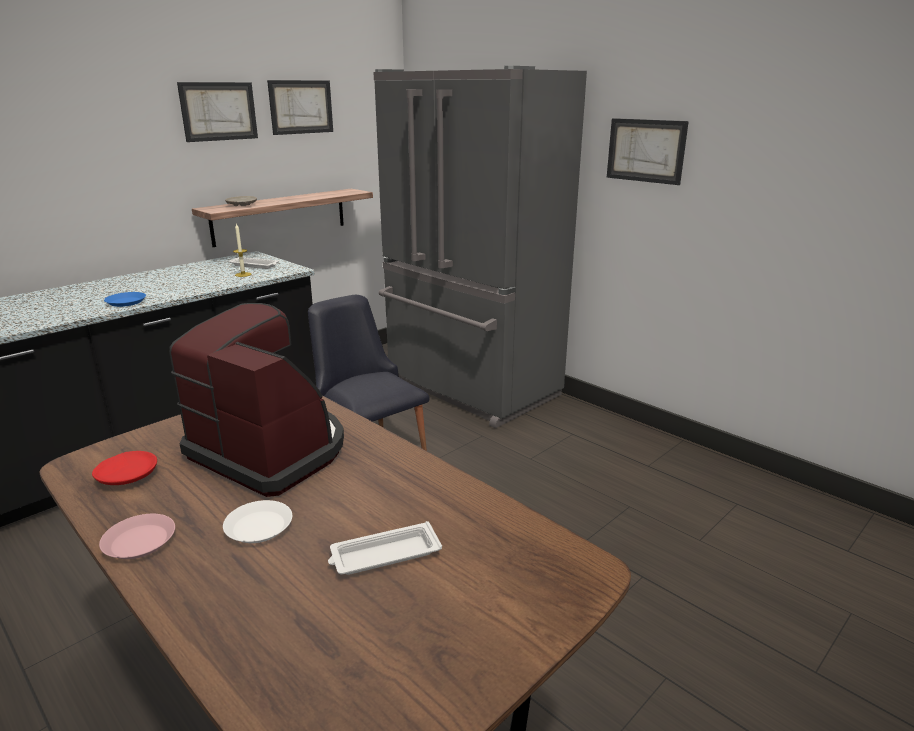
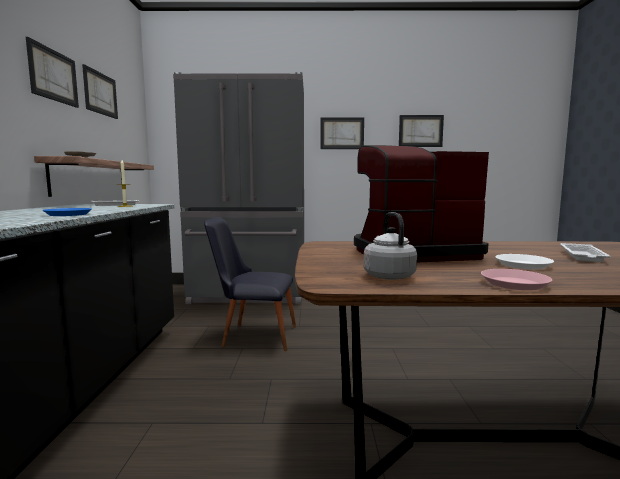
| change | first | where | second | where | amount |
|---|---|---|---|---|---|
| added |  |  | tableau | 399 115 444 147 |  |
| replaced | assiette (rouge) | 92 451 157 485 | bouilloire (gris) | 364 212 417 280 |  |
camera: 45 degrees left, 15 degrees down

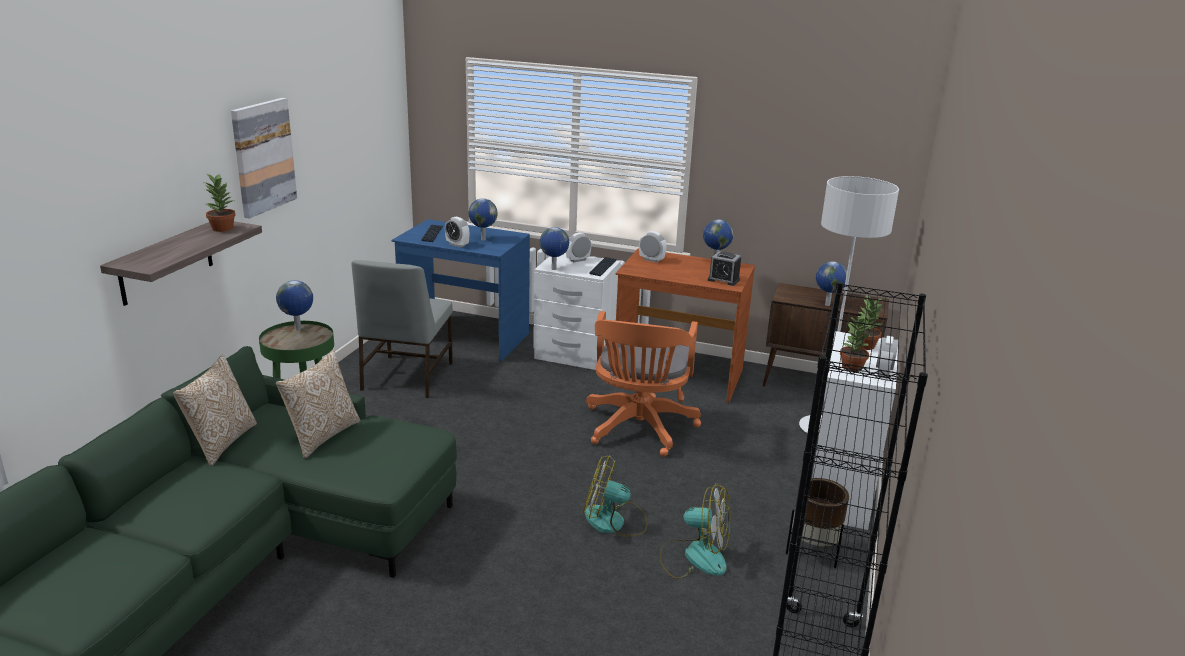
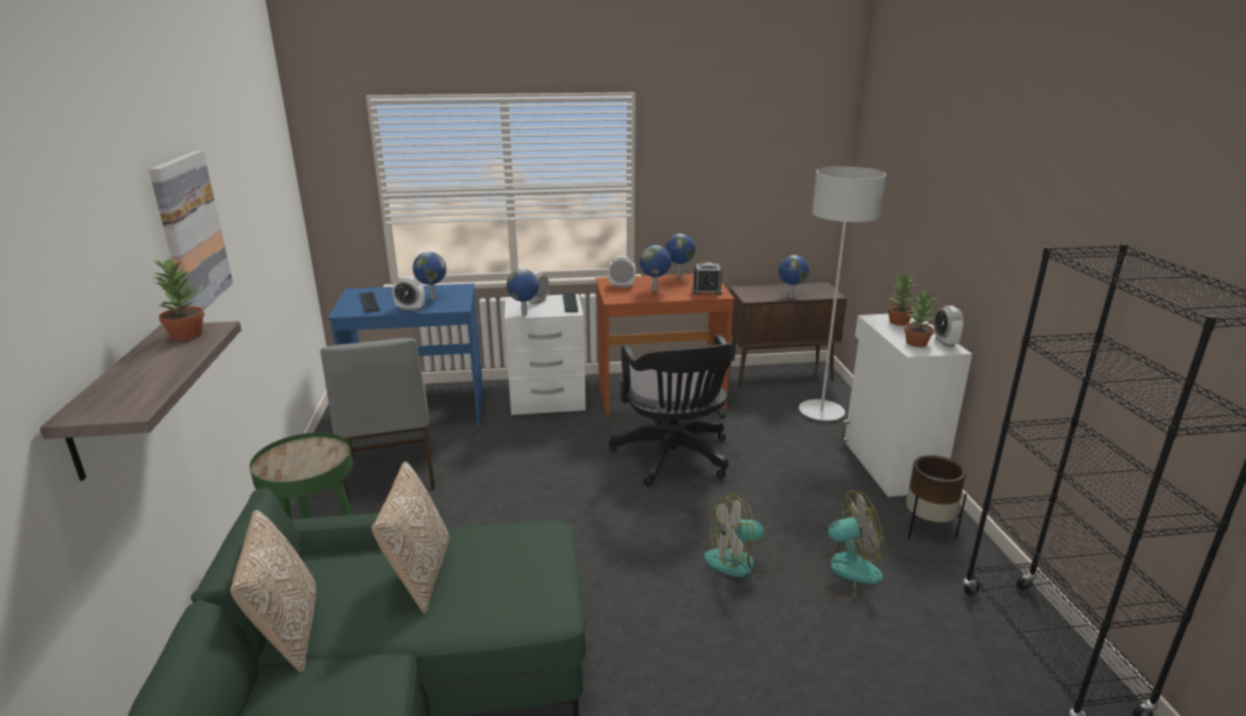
| change | first | where | second | where | amount |
|---|---|---|---|---|---|
| moved | globe | 276 280 313 330 |  | 640 245 671 291 |  |
| recoloured | chaise de bureau (orange) | 586 311 701 457 | chaise de bureau (noir) | 609 335 737 486 |  |
camera: 25 degrees left, 0 degrees up

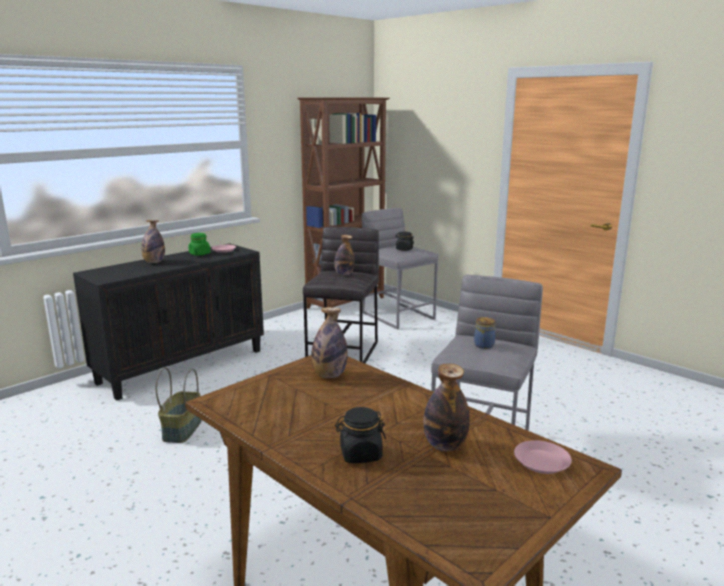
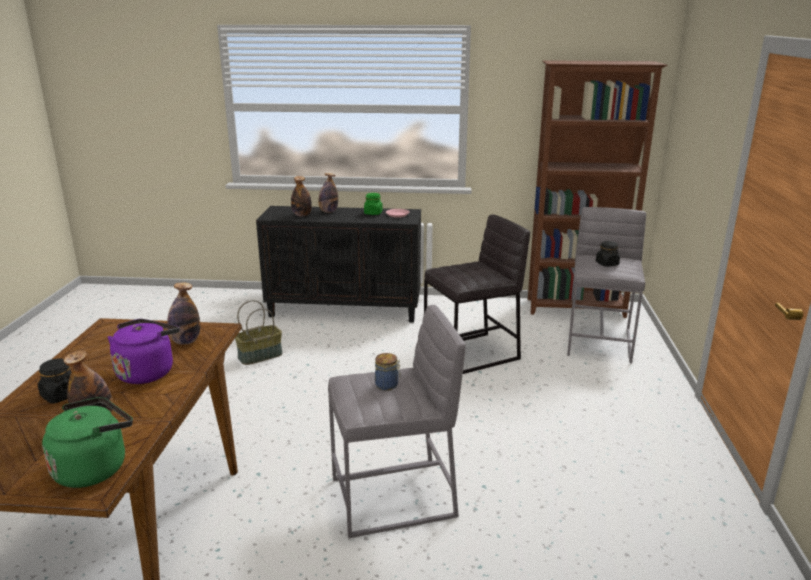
| change | first | where | second | where | amount |
|---|---|---|---|---|---|
| added |  |  | bouilloire (violet) | 108 319 180 384 |  |
| moved | bouteille | 334 235 355 275 |  | 291 176 312 217 |  |
| replaced | assiette (rose) | 514 440 572 474 | bouilloire (vert) | 42 397 133 488 |  |
camera: 50 degrees right, 5 degrees up

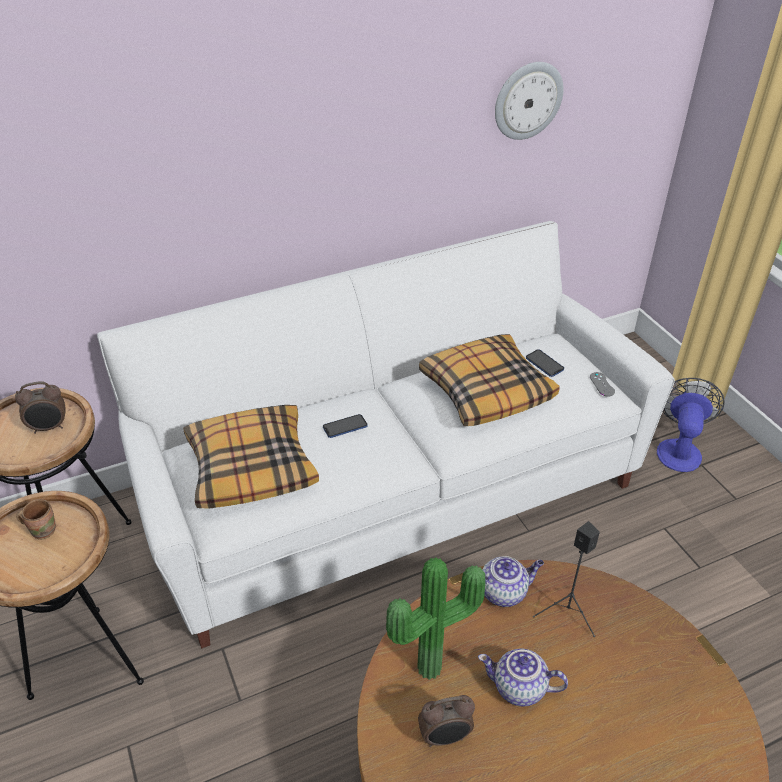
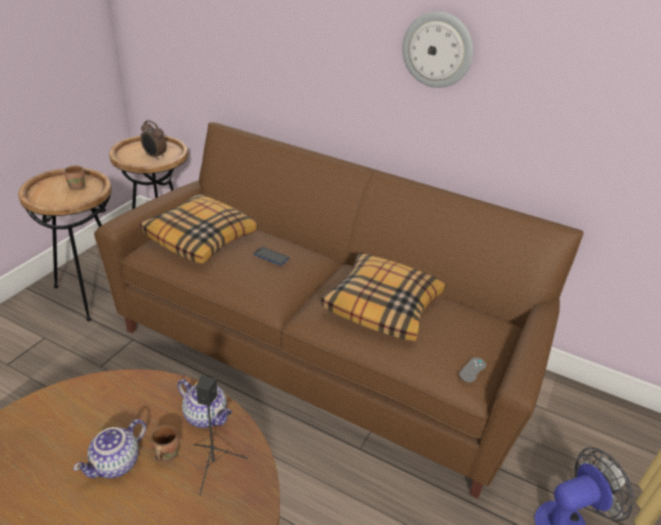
| change | first | where | second | where | amount |
|---|---|---|---|---|---|
| removed | plante en pot | 386 557 486 680 |  |  |  |
| removed | réveil | 418 695 475 747 |  |  |  |
| removed | téléphone | 526 349 564 377 |  |  |  |
| added |  |  | mug (marron) | 151 425 179 462 |  |
| moved | horloge murale | 495 62 564 140 |  | 402 11 473 88 |  |
| recoloured | canapé (blanc) | 97 221 675 648 | canapé (marron) | 94 122 583 499 |  |
| turned | théière | 478 648 568 706 |  | 73 419 146 478 | 120 degrees counterclockwise |
camera: 50 degrees right, 5 degrees down

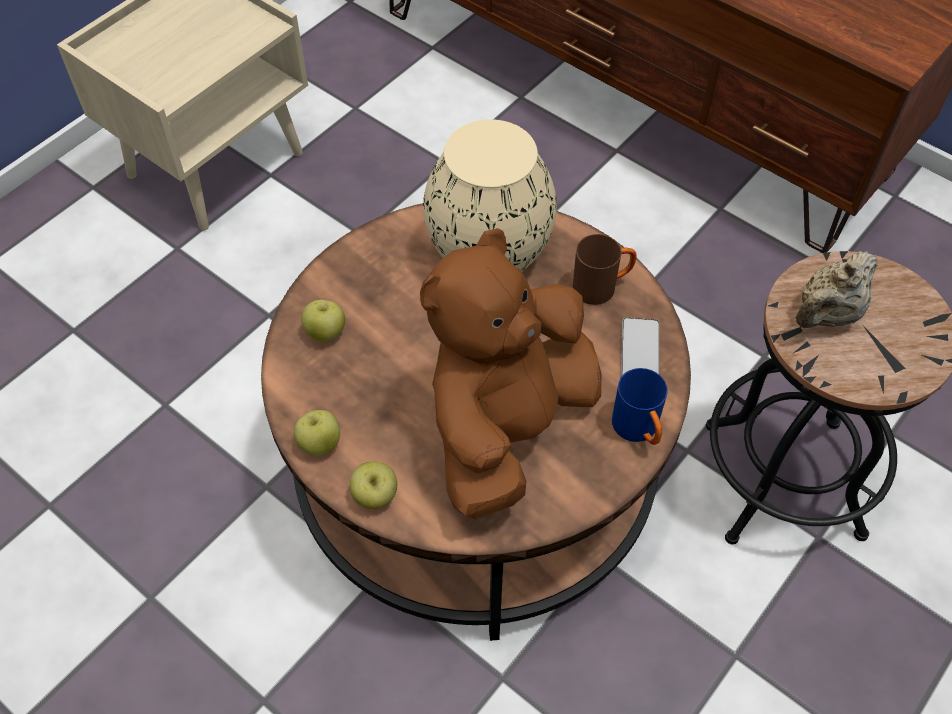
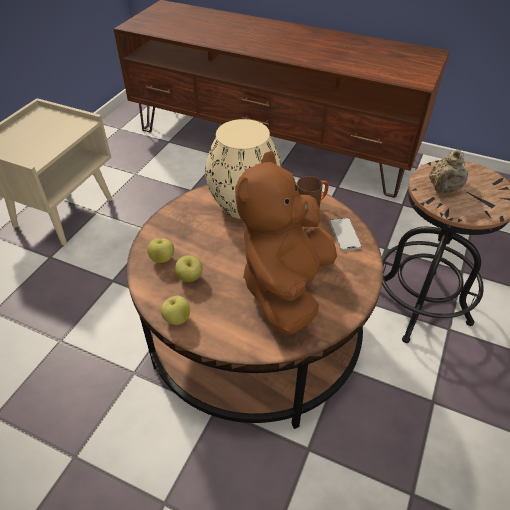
| change | first | where | second | where | amount |
|---|---|---|---|---|---|
| removed | mug (bleu) | 612 368 668 445 |  |  |  |
| moved | pomme | 350 462 397 509 |  | 175 255 202 282 |  |
camera: 15 degrees left, 10 degrees down

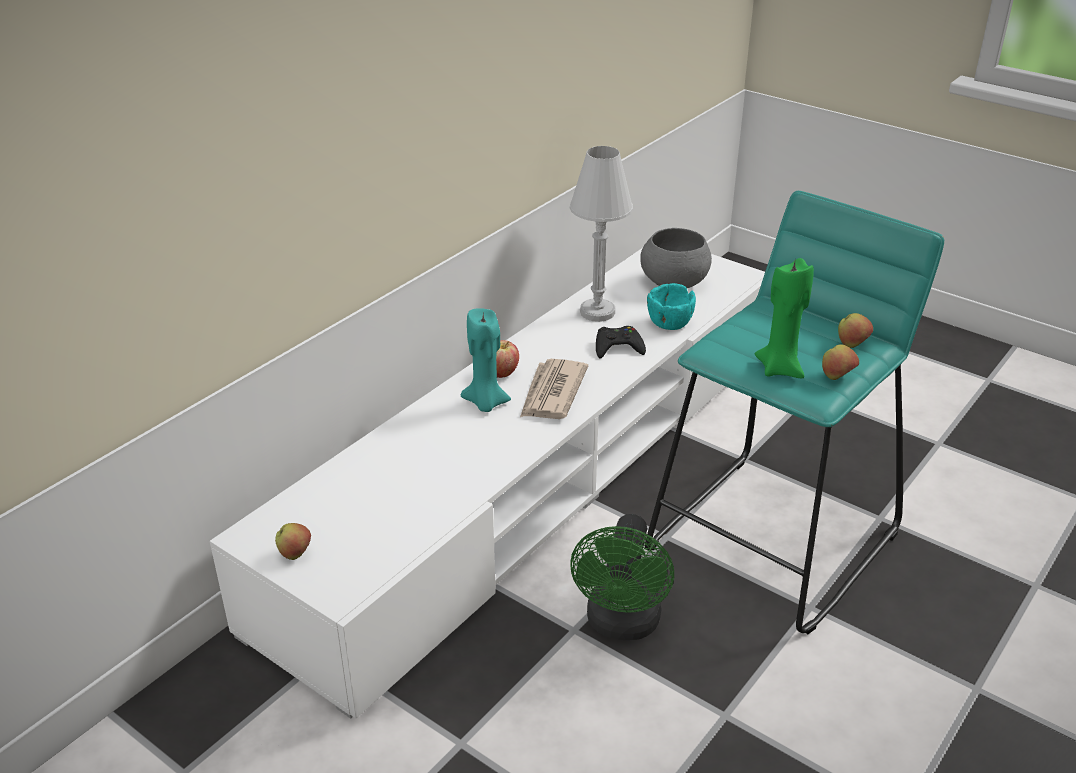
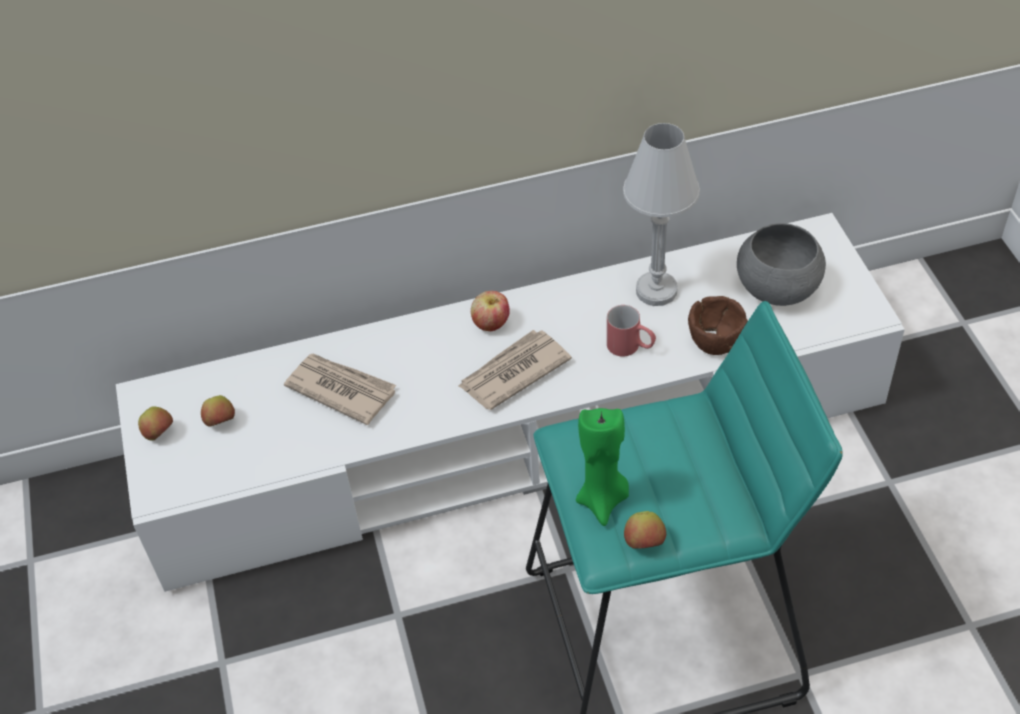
| change | first | where | second | where | amount |
|---|---|---|---|---|---|
| removed | bougie (turquoise) | 461 308 511 412 |  |  |  |
| removed | ventilateur (vert) | 570 514 674 640 |  |  |  |
| added |  |  | journal | 284 353 397 425 |  |
| moved | pomme | 838 313 873 348 |  | 201 395 235 427 |  |
| replaced | manette (noir) | 596 326 646 359 | mug (rouge) | 607 305 656 357 |  |
| recoloured | bol (turquoise) | 647 283 696 330 | bol (marron) | 688 296 748 355 |  |
camera: 40 degrees right, 15 degrees up

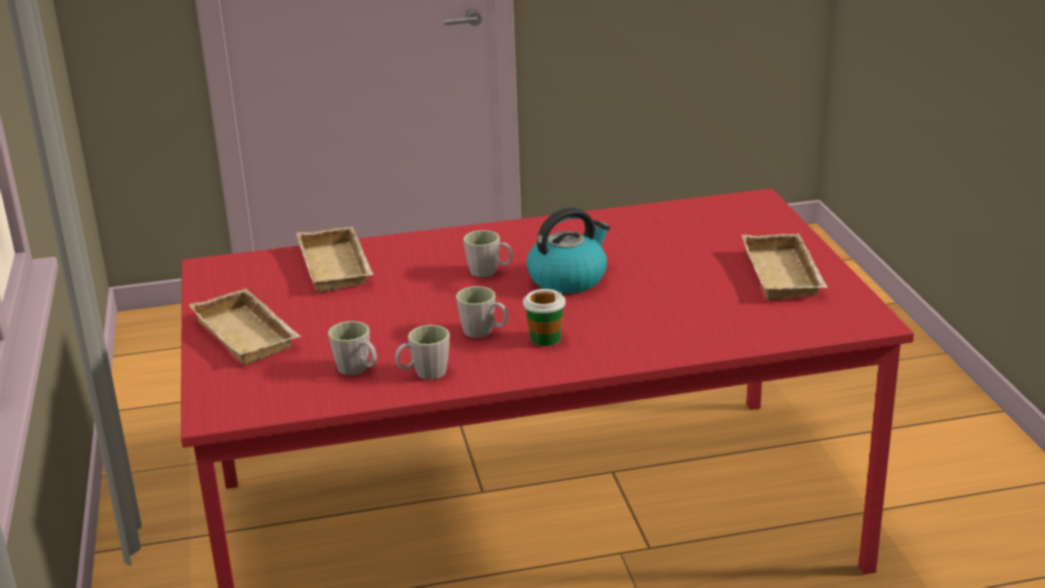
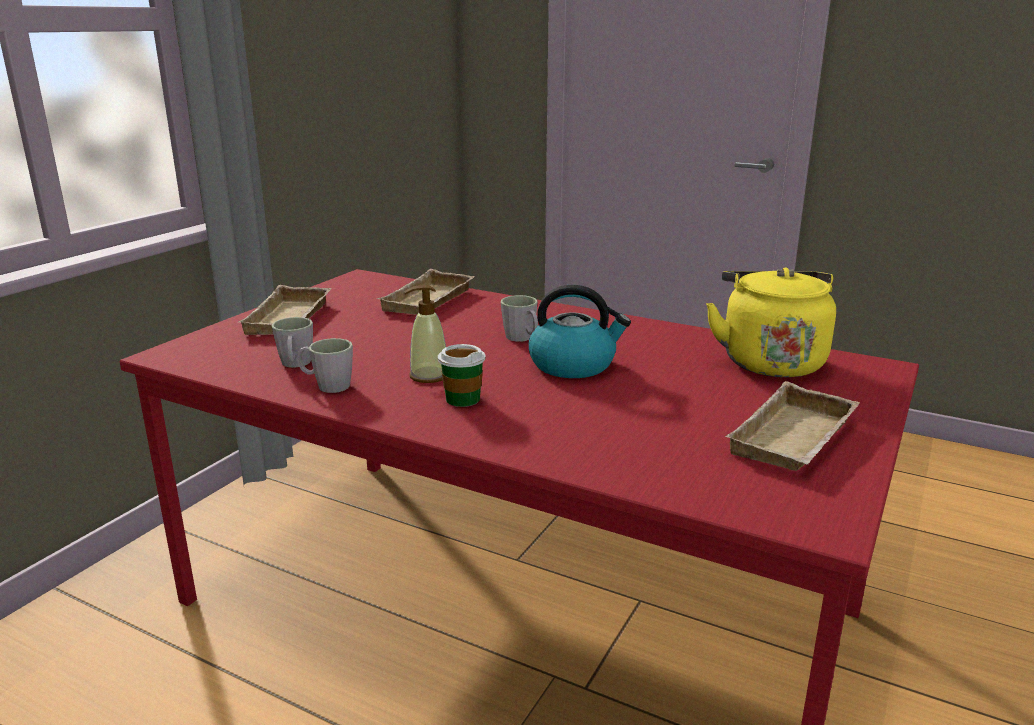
| change | first | where | second | where | amount |
|---|---|---|---|---|---|
| added |  |  | bouilloire (jaune) | 706 268 836 377 |  |
| replaced | mug (gris) | 456 286 508 338 | distributeur de savon | 404 285 446 383 |  |
camera: 40 degrees right, 5 degrees down

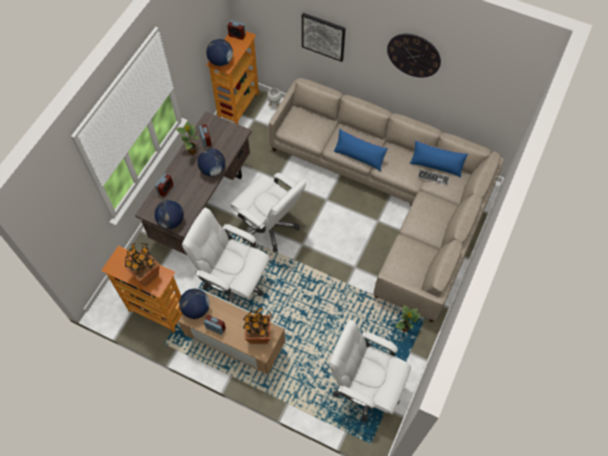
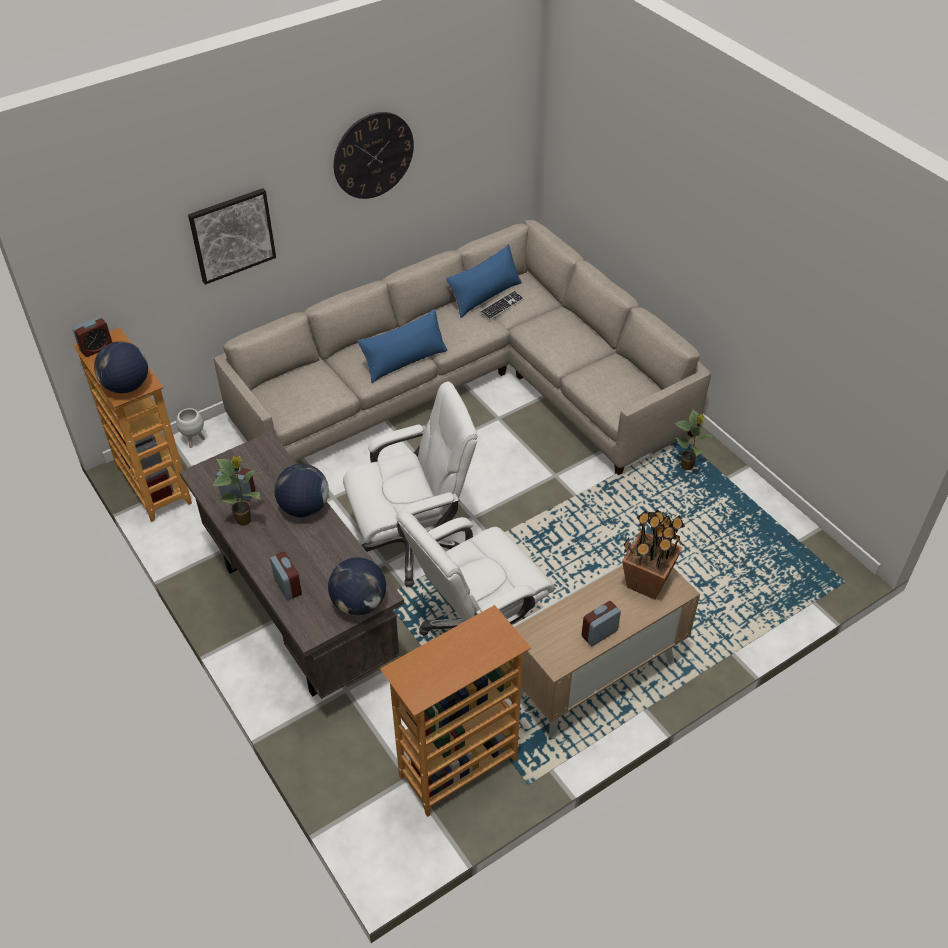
| change | first | where | second | where | amount |
|---|---|---|---|---|---|
| removed | plante en pot | 123 243 160 287 |  |  |  |
| removed | globe | 179 289 210 319 |  |  |  |
| removed | chaise de bureau (blanc) | 329 319 411 422 |  |  |  |
camera: 60 degrees left, 15 degrees down

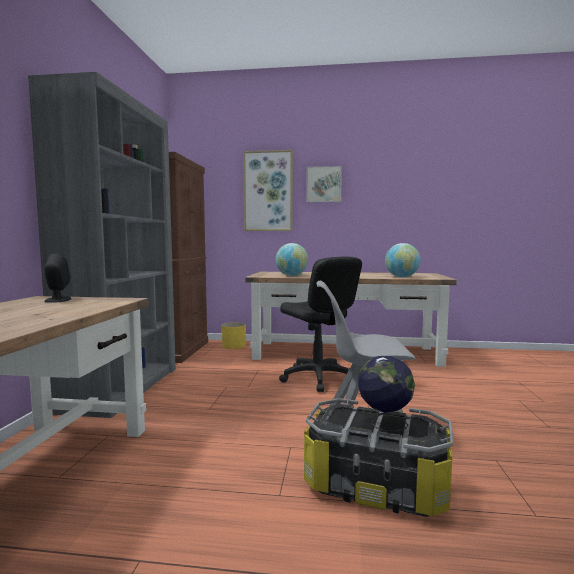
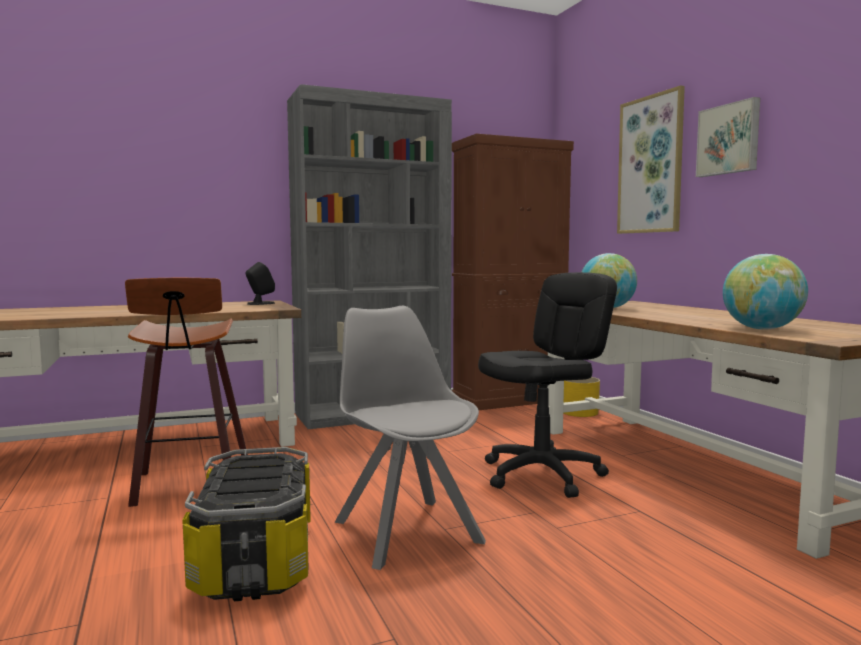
| change | first | where | second | where | amount |
|---|---|---|---|---|---|
| removed | globe | 358 356 415 431 |  |  |  |
| added |  |  | tabouret | 125 278 248 507 |  |
| turned | chaise de bureau (noir) | 279 257 362 392 |  | 478 272 617 498 | 150 degrees counterclockwise |
camera: 60 degrees right, 0 degrees up

